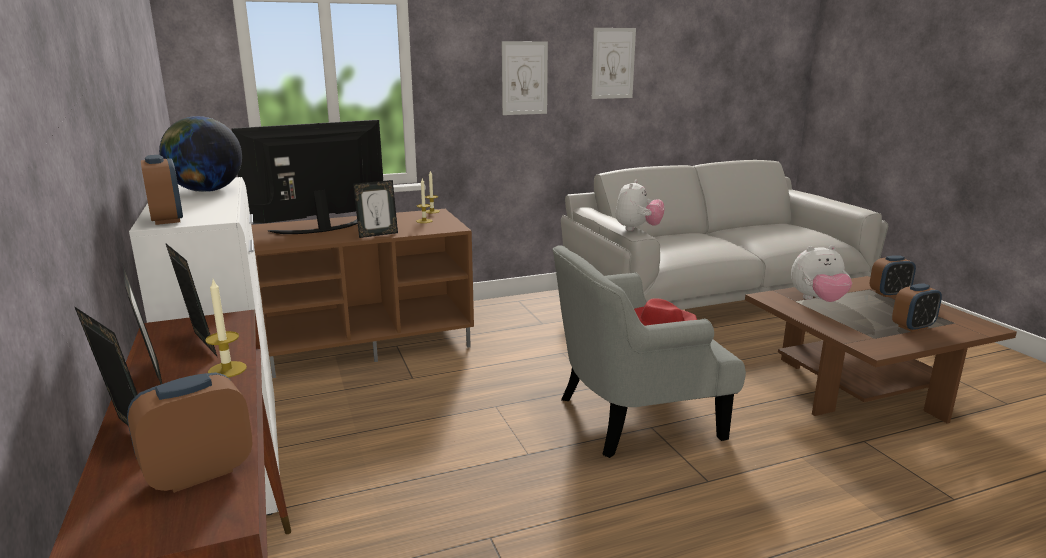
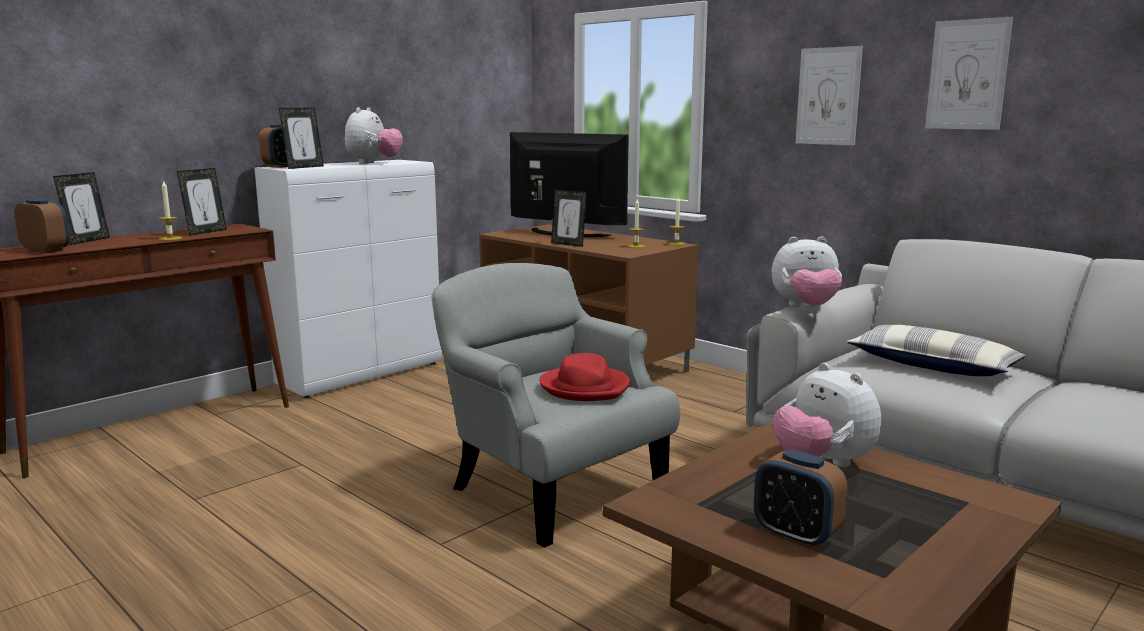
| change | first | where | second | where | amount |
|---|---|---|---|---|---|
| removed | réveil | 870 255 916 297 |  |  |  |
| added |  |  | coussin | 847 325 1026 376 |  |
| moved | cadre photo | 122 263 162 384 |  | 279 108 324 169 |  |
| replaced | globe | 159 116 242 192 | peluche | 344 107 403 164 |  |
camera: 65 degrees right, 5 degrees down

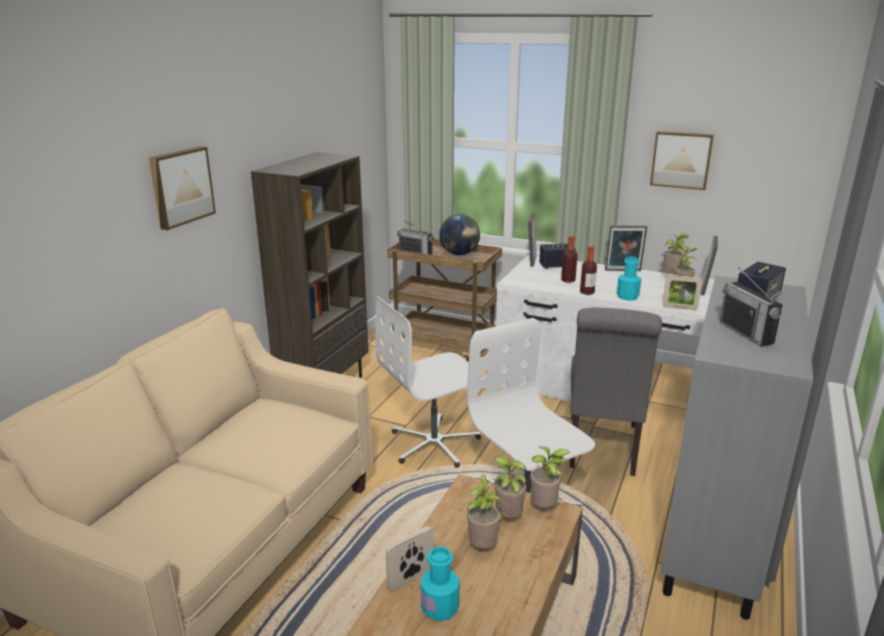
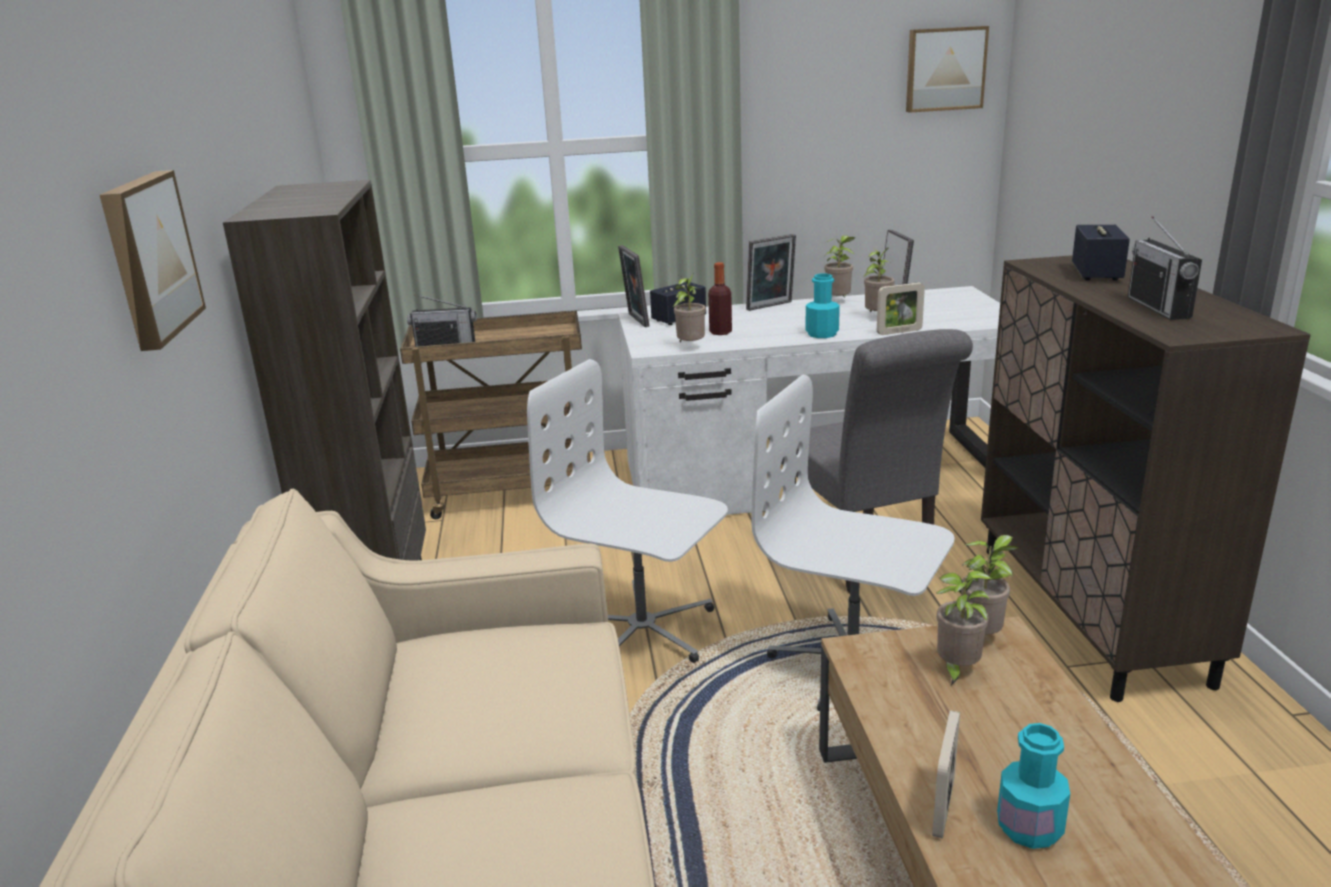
| change | first | where | second | where | amount |
|---|---|---|---|---|---|
| removed | globe | 439 214 480 256 |  |  |  |
| removed | bouteille | 580 246 597 295 |  |  |  |
| moved | plante en pot | 467 475 501 548 |  | 673 274 706 342 |  |
| moved | tableau | 650 131 714 190 |  | 906 26 989 113 |  |
| recoloured | meuble de rangement (gris) | 661 275 813 620 | meuble de rangement (marron) | 981 255 1311 702 |  |
| turned | chaise de bureau (blanc) | 376 297 485 468 |  | 527 359 728 663 | 90 degrees clockwise |
| turned | radio | 720 267 783 347 |  | 1128 216 1202 320 | 45 degrees clockwise |
camera: 30 degrees left, 0 degrees up

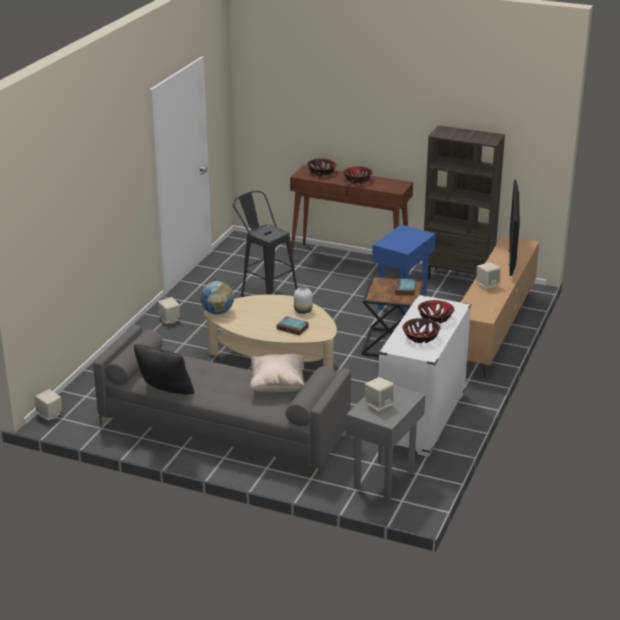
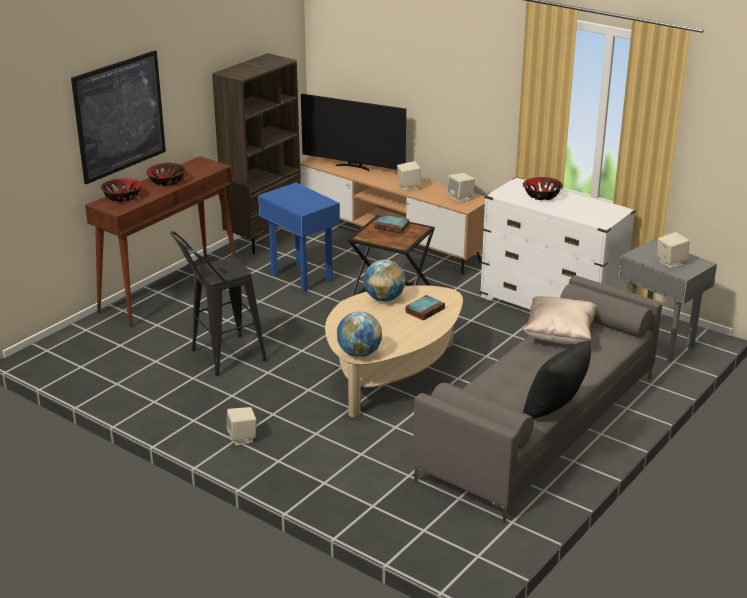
| change | first | where | second | where | amount |
|---|---|---|---|---|---|
| removed | bol | 403 318 440 343 |  |  |  |
| added |  |  | tableau | 71 50 166 184 |  |
| moved | enceinte (beige) | 35 389 62 421 |  | 447 173 475 203 |  |
| replaced | vase (blanc) | 294 286 313 314 | globe | 364 260 405 301 |  |
camera: 75 degrees left, 0 degrees up

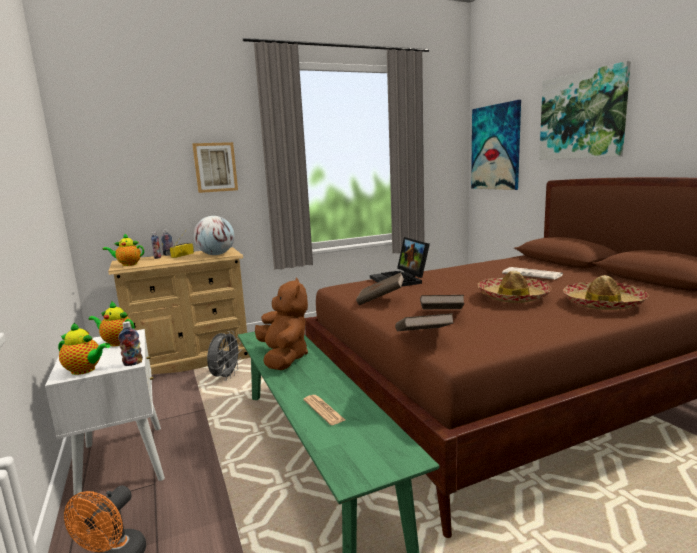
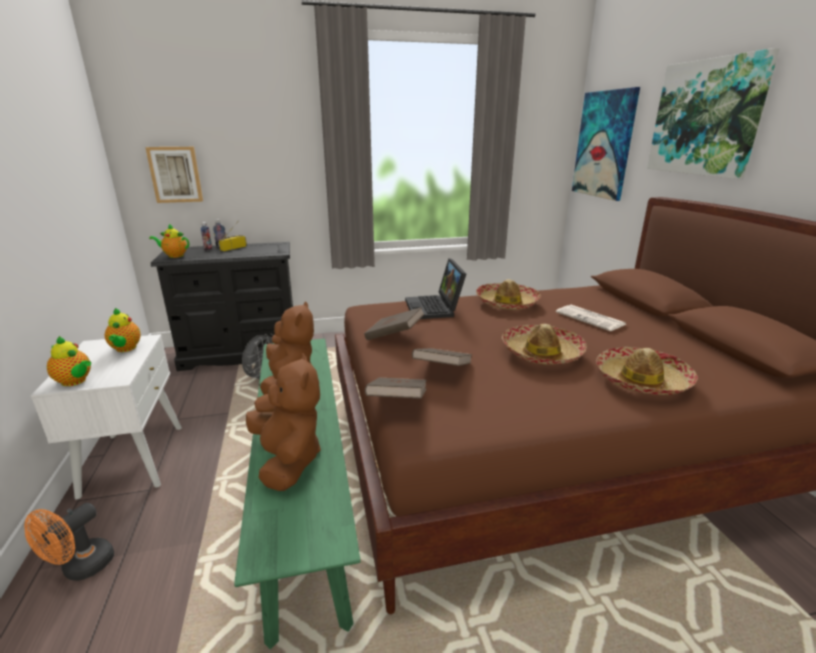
| change | first | where | second | where | amount |
|---|---|---|---|---|---|
| removed | bouteille | 118 321 143 366 |  |  |  |
| removed | globe | 194 216 234 255 |  |  |  |
| added |  |  | chapeau | 476 279 541 310 |  |
| moved | tableau | 192 142 238 193 |  | 145 147 203 203 |  |
| replaced | journal | 303 395 345 425 | peluche (marron) | 246 353 321 491 |  |
| recoloured | commode (beige) | 108 247 251 375 | commode (noir) | 151 242 293 371 |  |
| turned | théière | 88 301 135 346 |  | 105 308 141 352 | 135 degrees counterclockwise |
camera: 10 degrees right, 10 degrees up

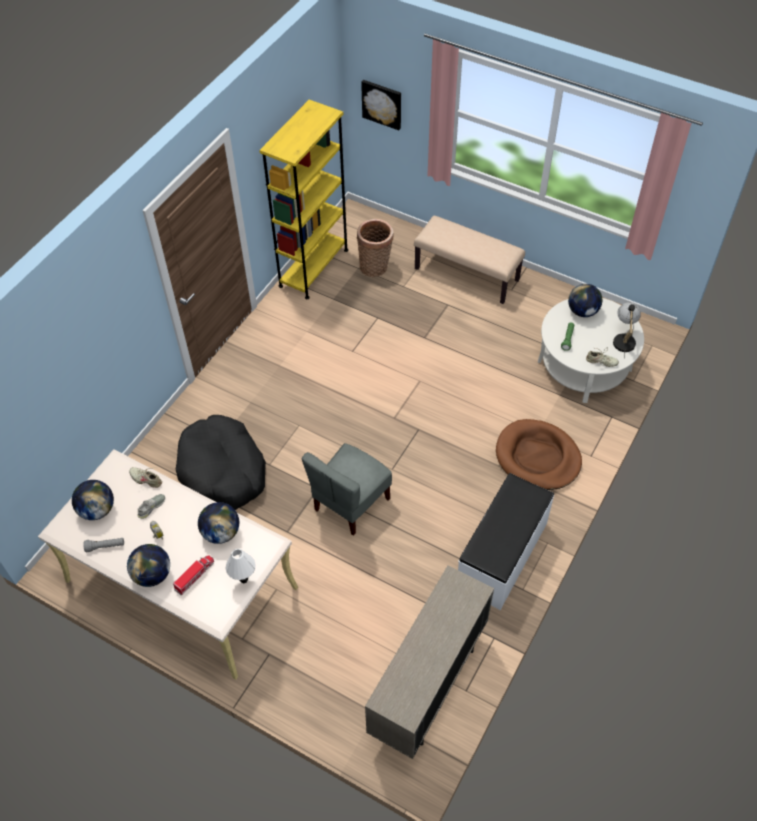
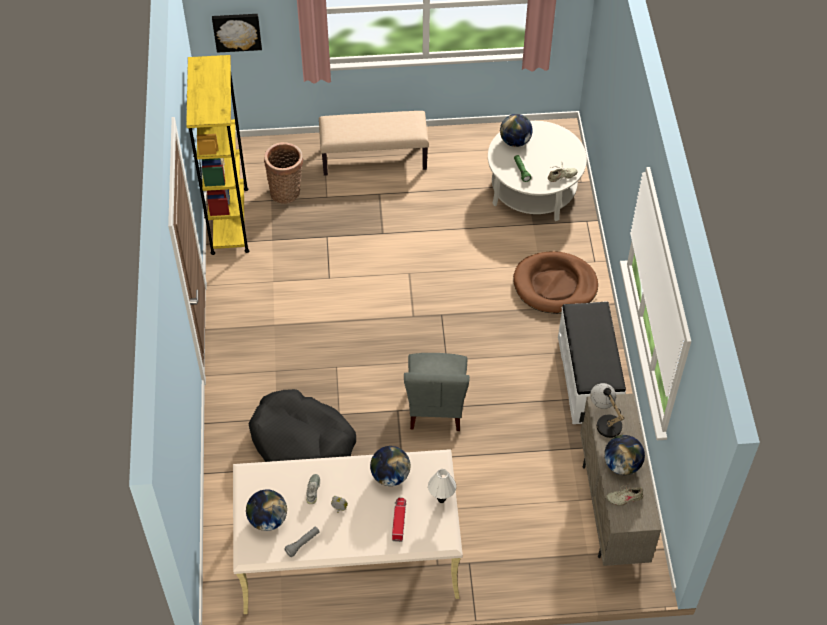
| change | first | where | second | where | amount |
|---|---|---|---|---|---|
| moved | globe | 127 544 170 587 |  | 604 435 645 475 |  |
| moved | chaussure (beige) | 129 467 162 488 |  | 606 482 643 506 |  |
| moved | lampe de table | 613 302 641 359 |  | 590 383 625 438 |  |
camera: 35 degrees left, 0 degrees up

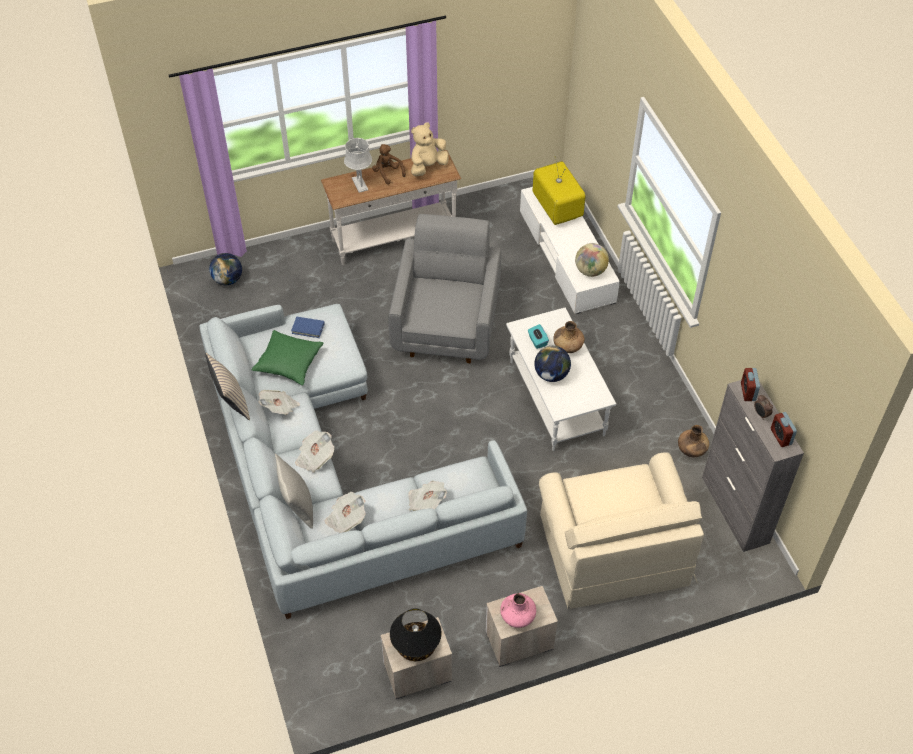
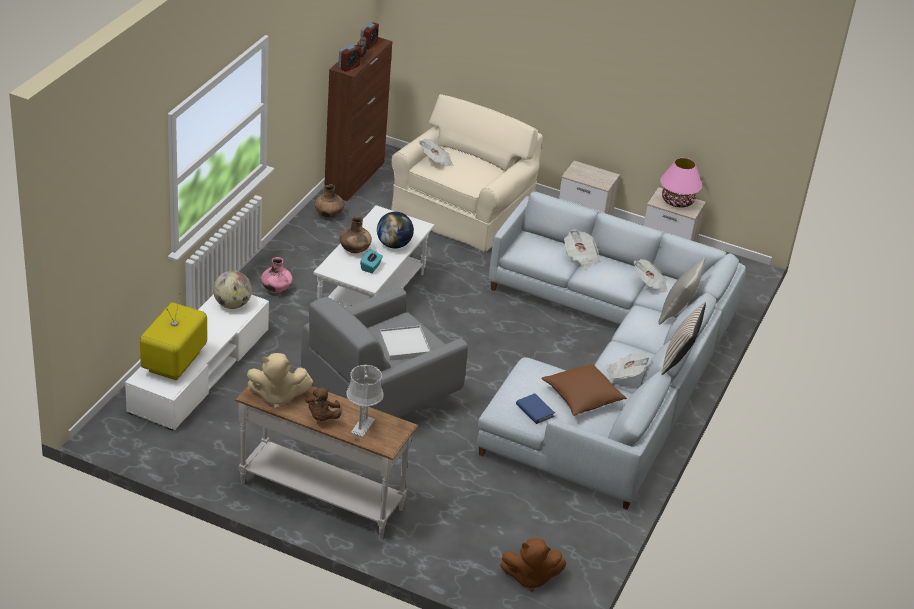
| change | first | where | second | where | amount |
|---|---|---|---|---|---|
| added |  |  | plateau (blanc) | 380 326 430 361 |  |
| moved | journal | 295 430 334 473 |  | 419 139 454 166 |  |
| moved | vase (rose) | 500 593 536 628 |  | 261 257 293 293 |  |
| replaced | globe | 209 253 242 285 | peluche (marron) | 500 538 566 592 |  |
| recoloured | coussin (vert) | 252 330 323 385 | coussin (marron) | 541 364 627 416 |  |
| recoloured | lampe de table (noir) | 390 608 442 661 | lampe de table (rose) | 660 158 702 208 |  |
| recoloured | meuble de rangement (gris) | 702 380 804 552 | meuble de rangement (marron) | 324 37 392 201 |  |
camera: 140 degrees left, 15 degrees down

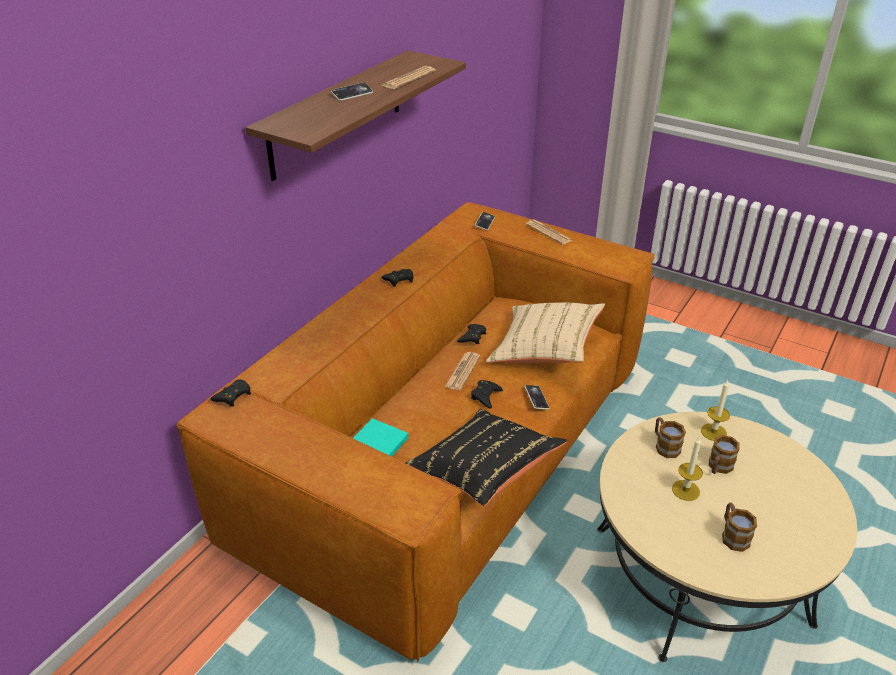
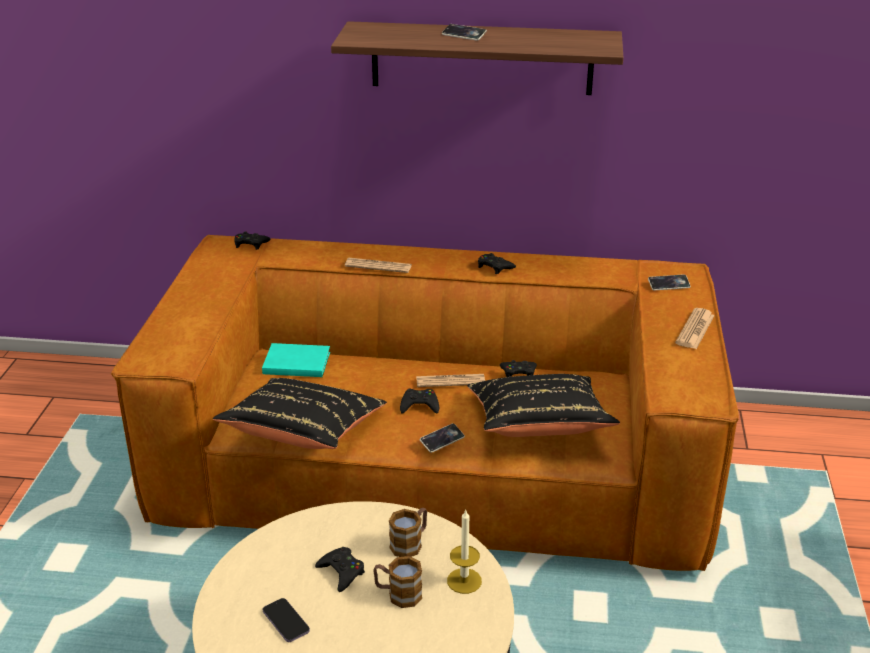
| change | first | where | second | where | amount |
|---|---|---|---|---|---|
| moved | journal | 381 66 436 89 |  | 345 258 412 273 |  |
| replaced | bougie | 672 436 703 501 | manette (noir) | 315 547 365 592 |  |
| replaced | mug | 722 503 757 552 | téléphone | 263 598 310 642 |  |
| recoloured | coussin (beige) | 486 303 605 363 | coussin (noir) | 467 374 620 437 |  |
camera: 65 degrees right, 5 degrees down

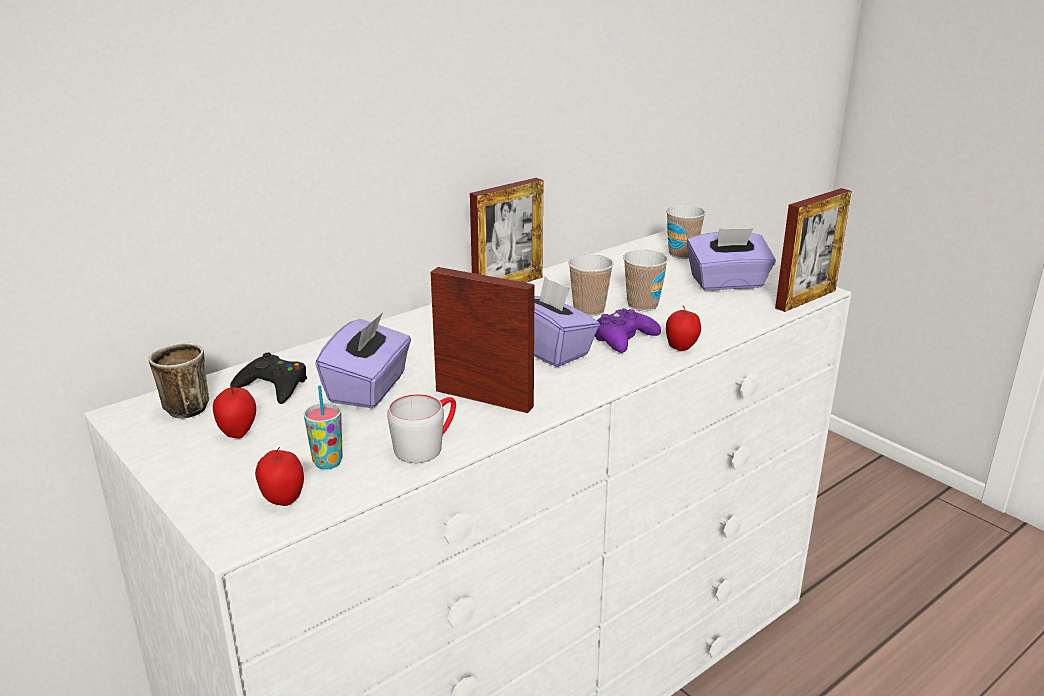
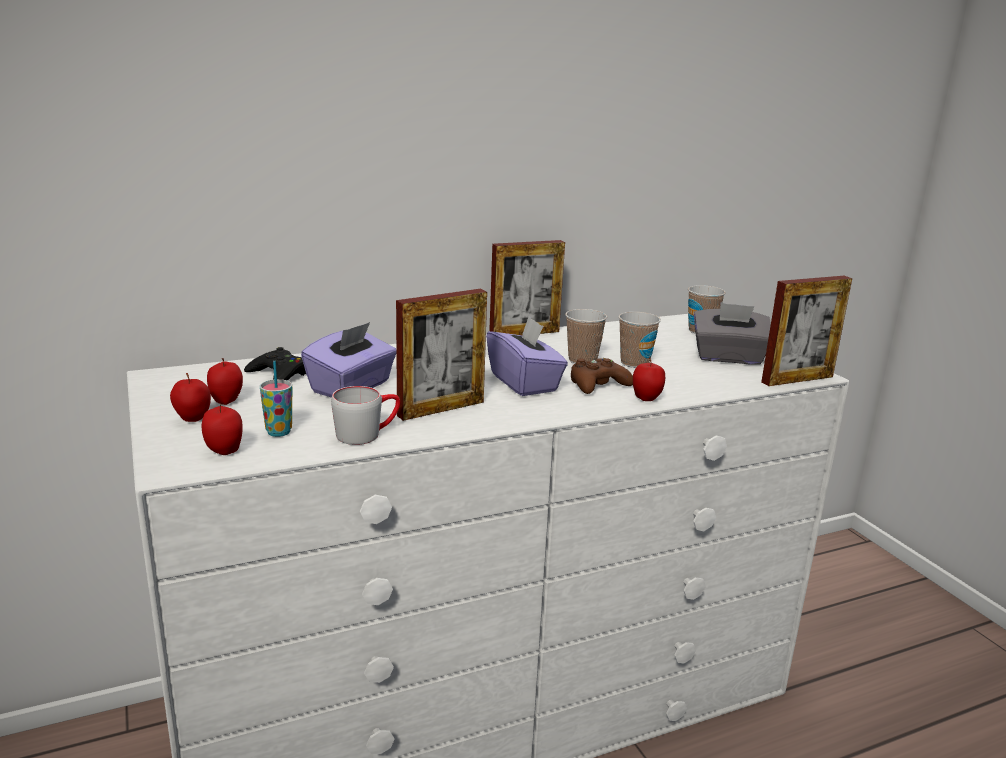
| change | first | where | second | where | amount |
|---|---|---|---|---|---|
| removed | mug | 149 343 209 418 |  |  |  |
| added |  |  | pomme | 170 373 211 422 |  |
| recoloured | manette (violet) | 595 308 661 353 | manette (marron) | 571 358 633 394 |  |
| recoloured | boîte à mouchoirs (violet) | 687 228 776 290 | boîte à mouchoirs (gris) | 694 303 771 365 |  |
| turned | cadre photo | 430 267 535 413 |  | 396 289 487 421 | 105 degrees clockwise |
camera: 15 degrees right, 5 degrees down

